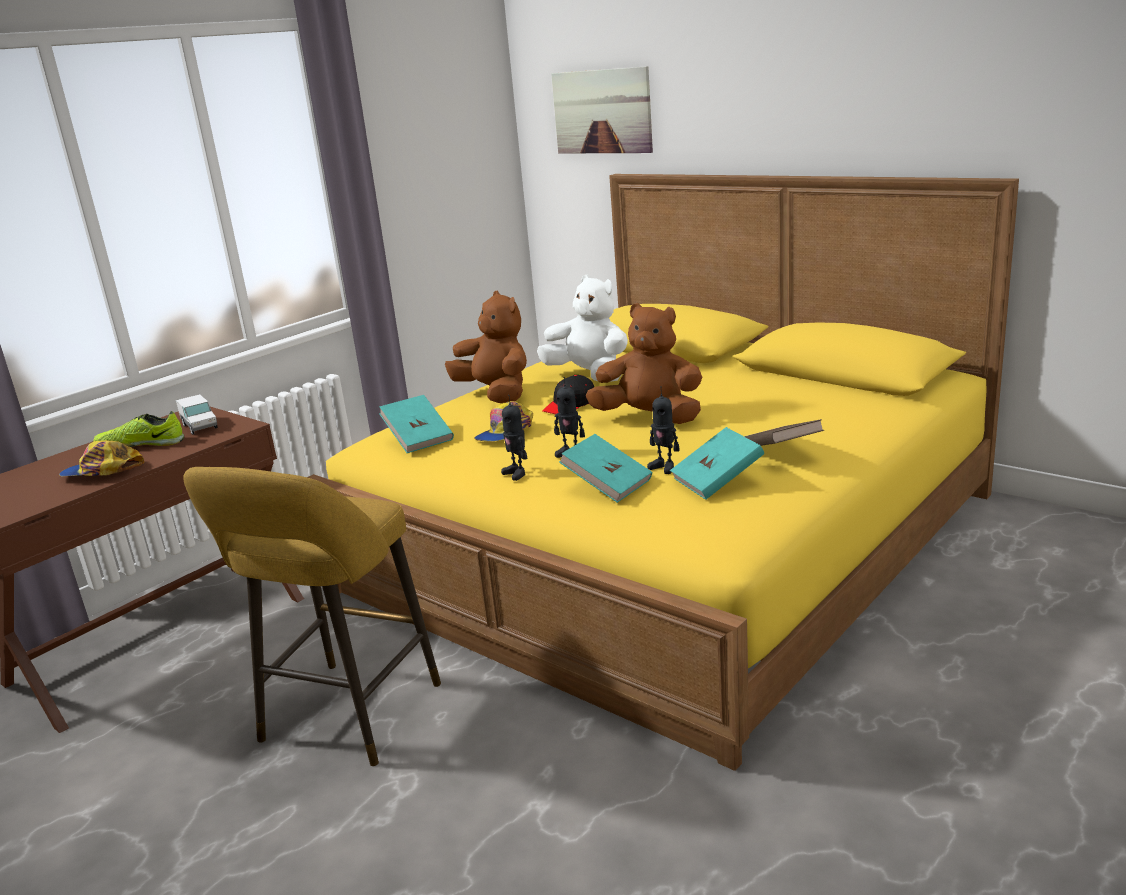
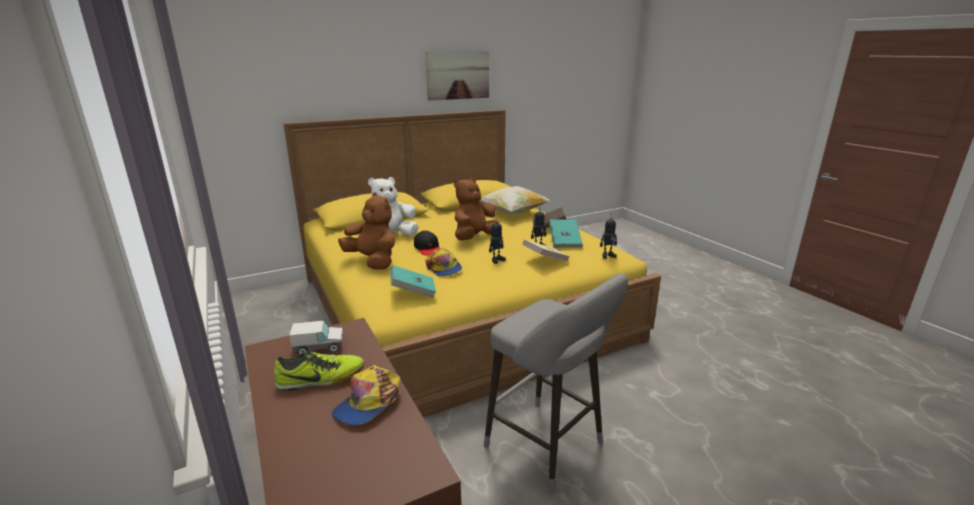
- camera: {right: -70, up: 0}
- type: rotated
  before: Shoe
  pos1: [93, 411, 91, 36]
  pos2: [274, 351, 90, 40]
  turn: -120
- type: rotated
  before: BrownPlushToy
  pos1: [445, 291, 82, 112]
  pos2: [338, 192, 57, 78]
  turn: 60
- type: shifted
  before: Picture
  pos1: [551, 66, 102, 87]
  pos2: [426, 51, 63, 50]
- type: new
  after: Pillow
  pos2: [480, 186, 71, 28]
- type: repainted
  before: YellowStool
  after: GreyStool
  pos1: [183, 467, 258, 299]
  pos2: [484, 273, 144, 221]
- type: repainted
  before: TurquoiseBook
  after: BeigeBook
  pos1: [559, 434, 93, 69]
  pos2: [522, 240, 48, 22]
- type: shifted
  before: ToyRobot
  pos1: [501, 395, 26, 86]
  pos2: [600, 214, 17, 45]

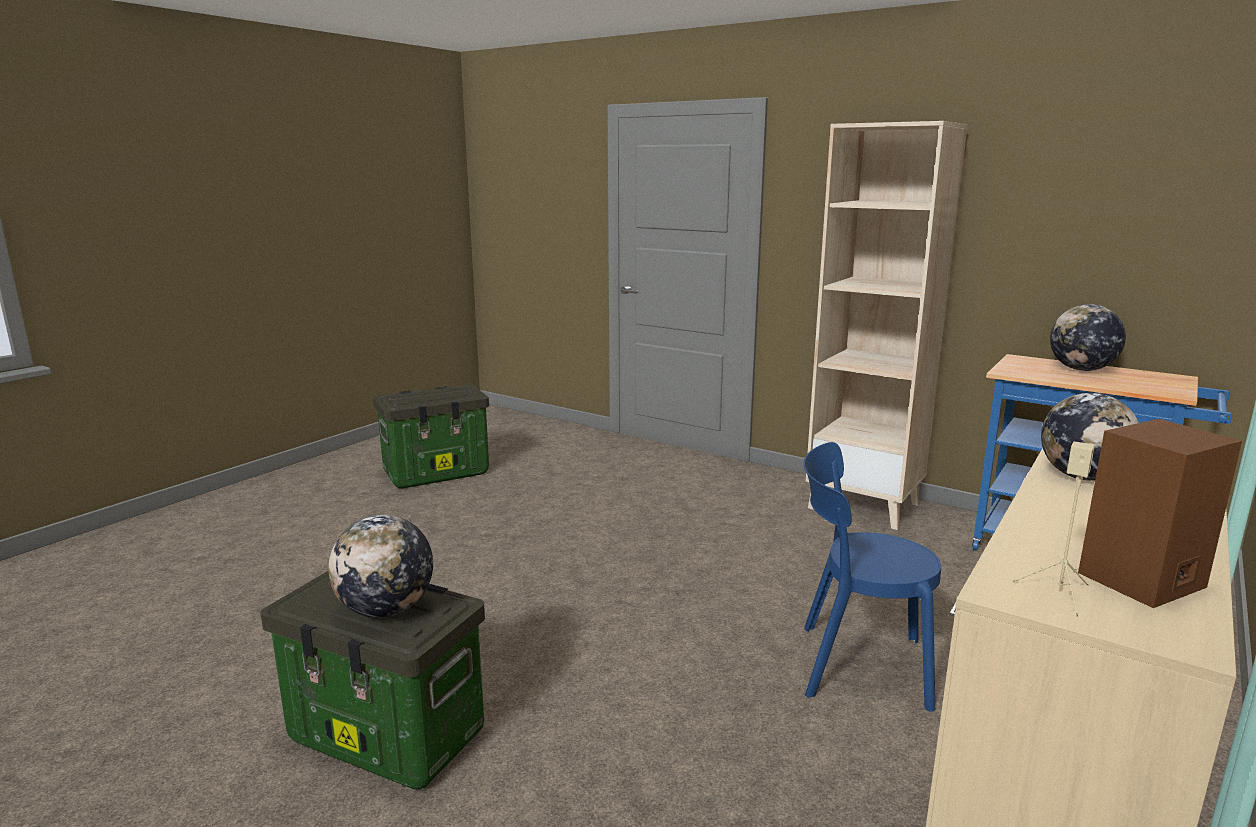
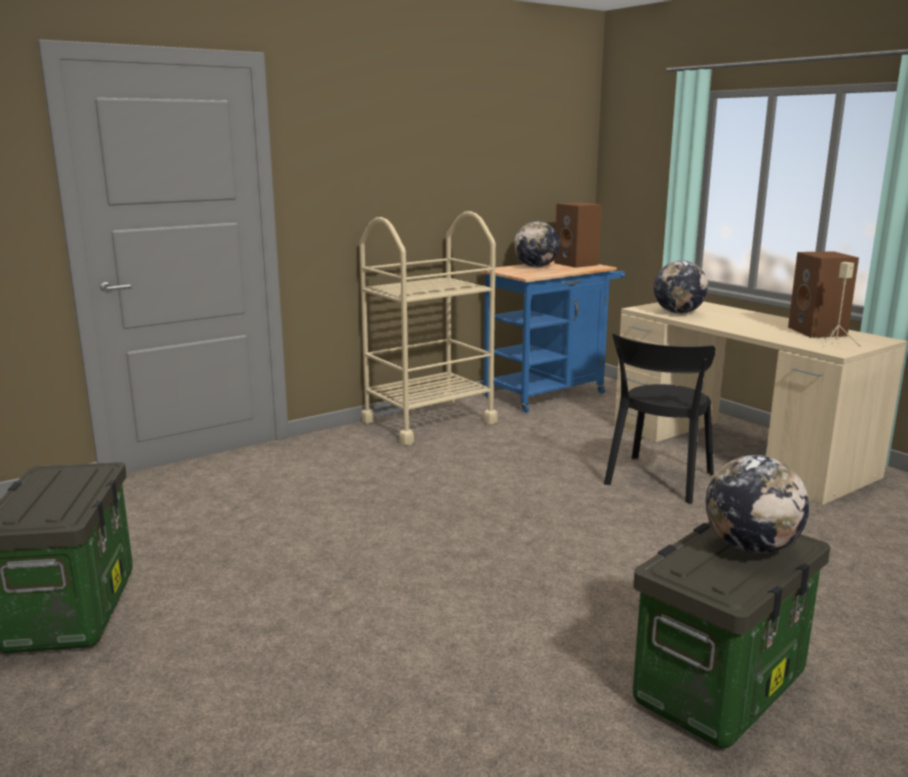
- camera: {right: -70, up: 0}
- type: swapped
  before: BeigeBookcase
  after: BeigeCart
  pos1: [806, 121, 162, 409]
  pos2: [359, 211, 139, 234]
- type: new
  after: BrownSpeaker
  pos2: [554, 202, 48, 66]
- type: repainted
  before: BlueChair
  after: BlackChair
  pos1: [803, 442, 138, 270]
  pos2: [604, 333, 112, 171]

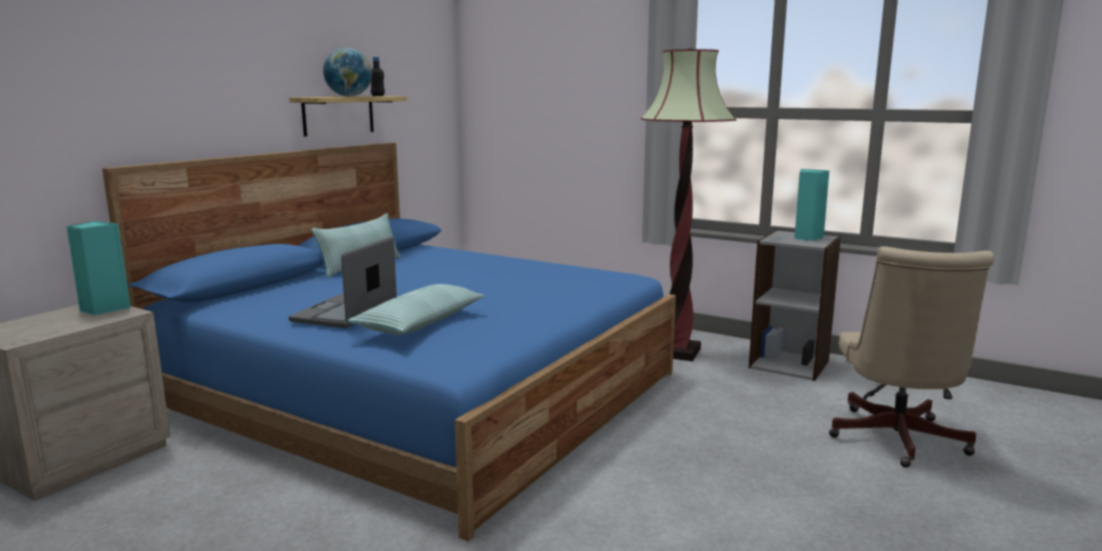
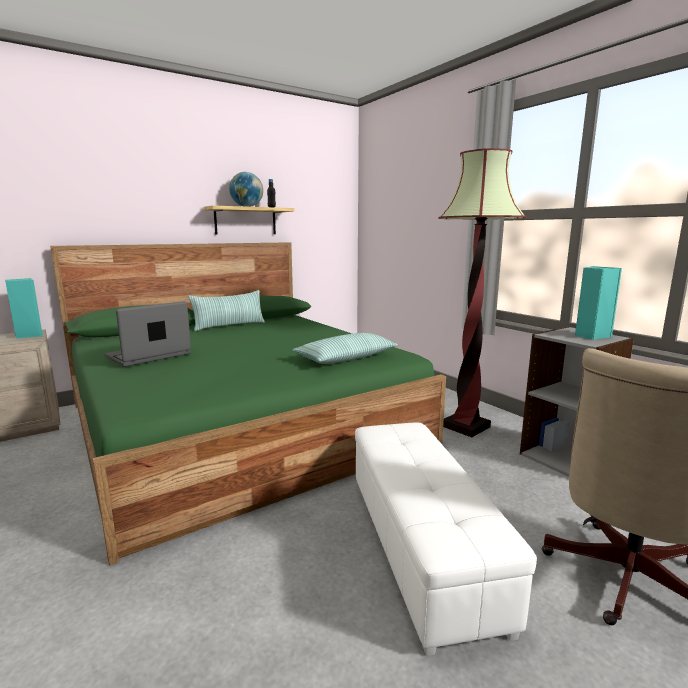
- camera: {right: 25, up: 0}
- type: repainted
  before: BlueBed
  after: GreenBed
  pos1: [102, 143, 574, 398]
  pos2: [50, 242, 396, 324]
- type: shifted
  before: Pillow
  pos1: [348, 284, 137, 51]
  pos2: [293, 333, 105, 31]
- type: new
  after: WhiteOttoman
  pos2: [355, 422, 182, 234]

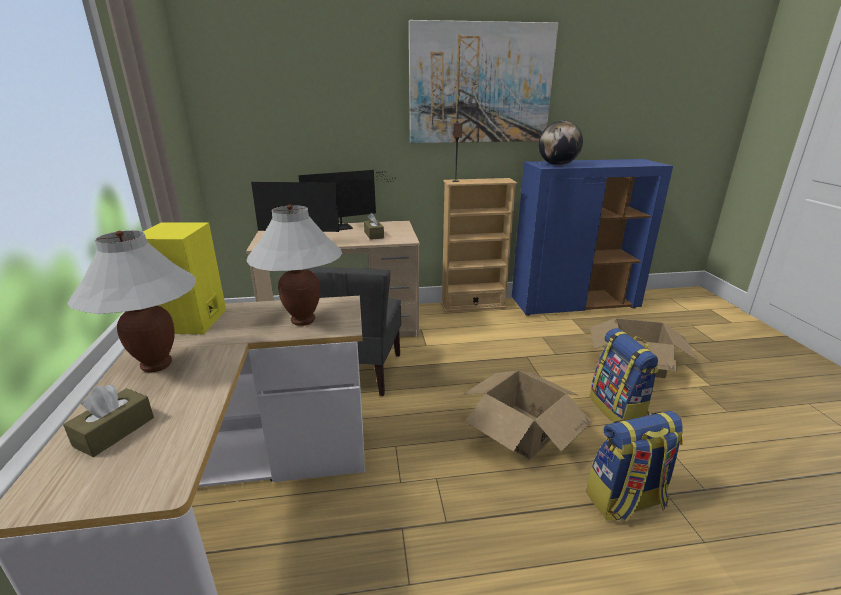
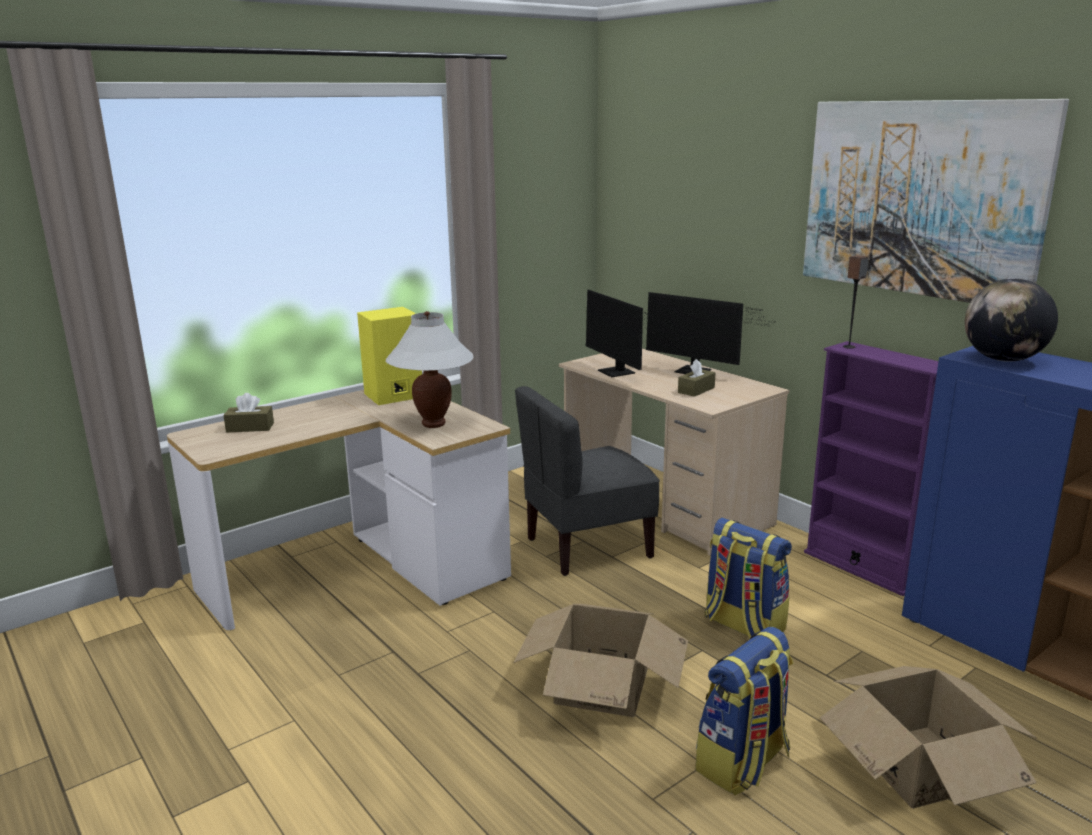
- camera: {right: 60, up: -5}
- type: shifted
  before: Backpack
  pos1: [586, 411, 98, 110]
  pos2: [704, 517, 88, 121]
- type: repainted
  before: BeigeBookcase
  after: PurpleBookcase
  pos1: [441, 178, 76, 134]
  pos2: [804, 341, 135, 255]
- type: gone
  before: WhiteTableLamp
  pos1: [67, 230, 129, 142]

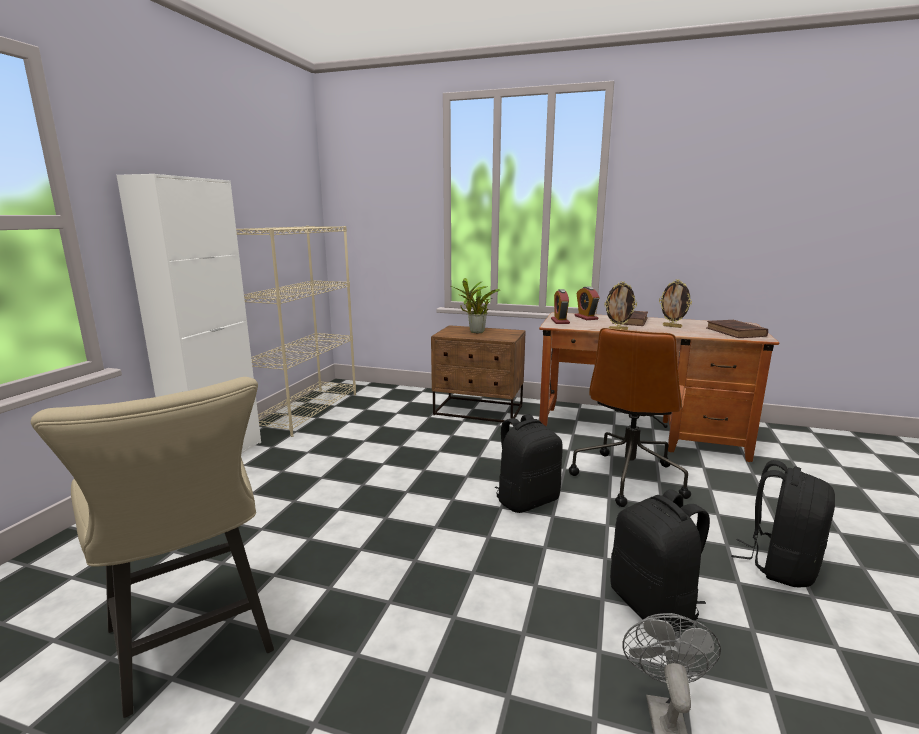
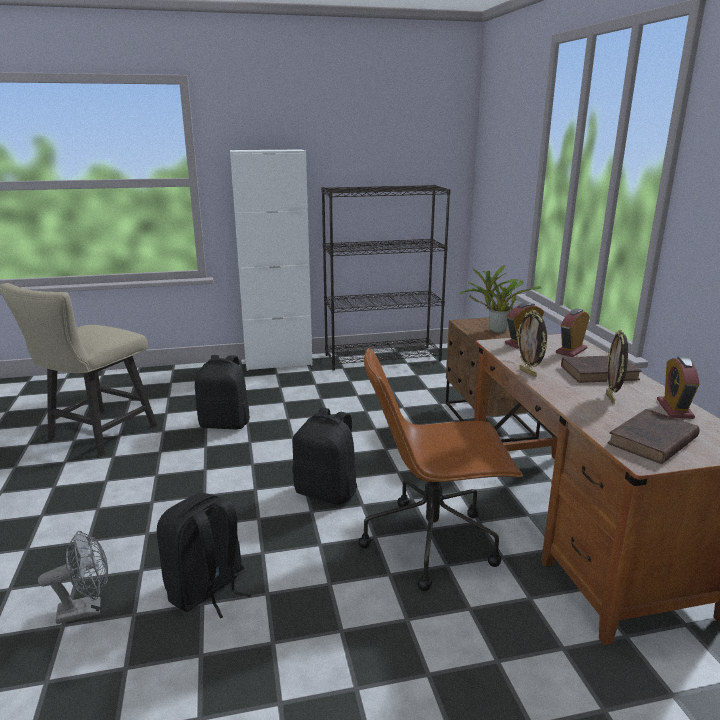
- camera: {right: 60, up: 5}
- type: shifted
  before: BlackBackpack
  pos1: [731, 460, 104, 128]
  pos2: [195, 355, 55, 75]
- type: repainted
  before: BeigeBookcase
  after: BlackBookcase
  pos1: [236, 226, 120, 211]
  pos2: [321, 185, 130, 186]
- type: new
  after: AlarmClock
  pos2: [657, 356, 43, 63]

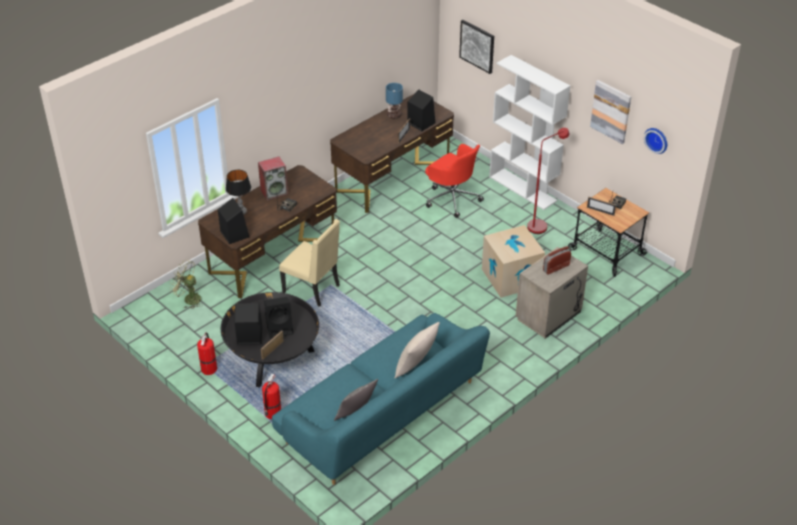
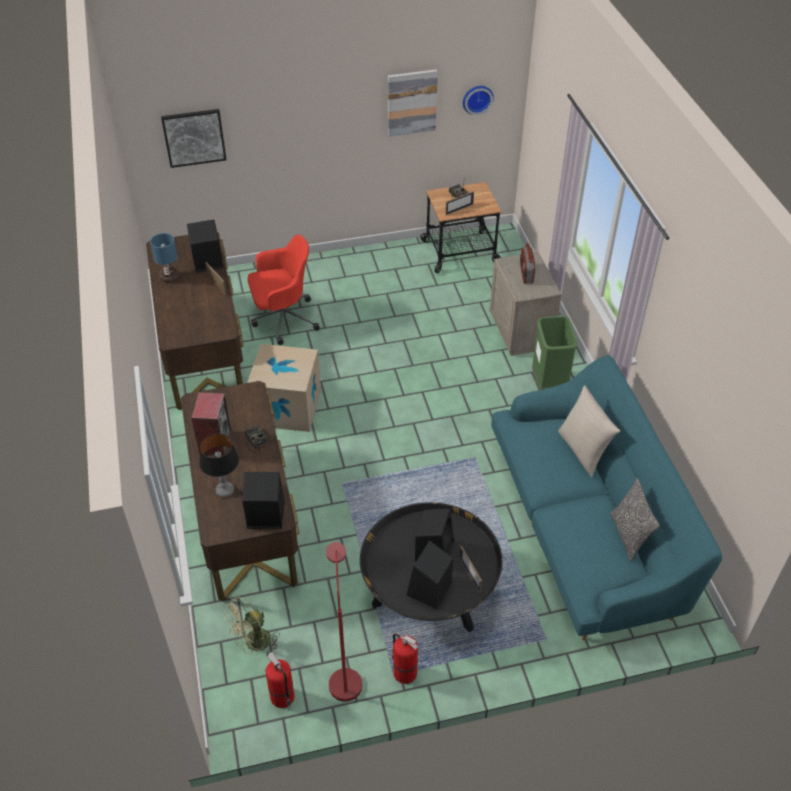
- camera: {right: -60, up: 5}
- type: shifted
  before: CardboardBox
  pos1: [482, 225, 63, 73]
  pos2: [247, 344, 74, 88]
- type: shifted
  before: FireExtinguisher
  pos1: [262, 374, 19, 45]
  pos2: [266, 652, 29, 56]
- type: shifted
  before: RedFloorLamp
  pos1: [527, 128, 42, 106]
  pos2: [326, 542, 36, 160]
- type: new
  after: GreenTrashCan
  pos2: [532, 316, 46, 74]
- type: gone
  before: BeigeChair
  pos1: [279, 219, 61, 88]
- type: gone
  before: WhiteBookcase
  pos1: [489, 55, 81, 155]

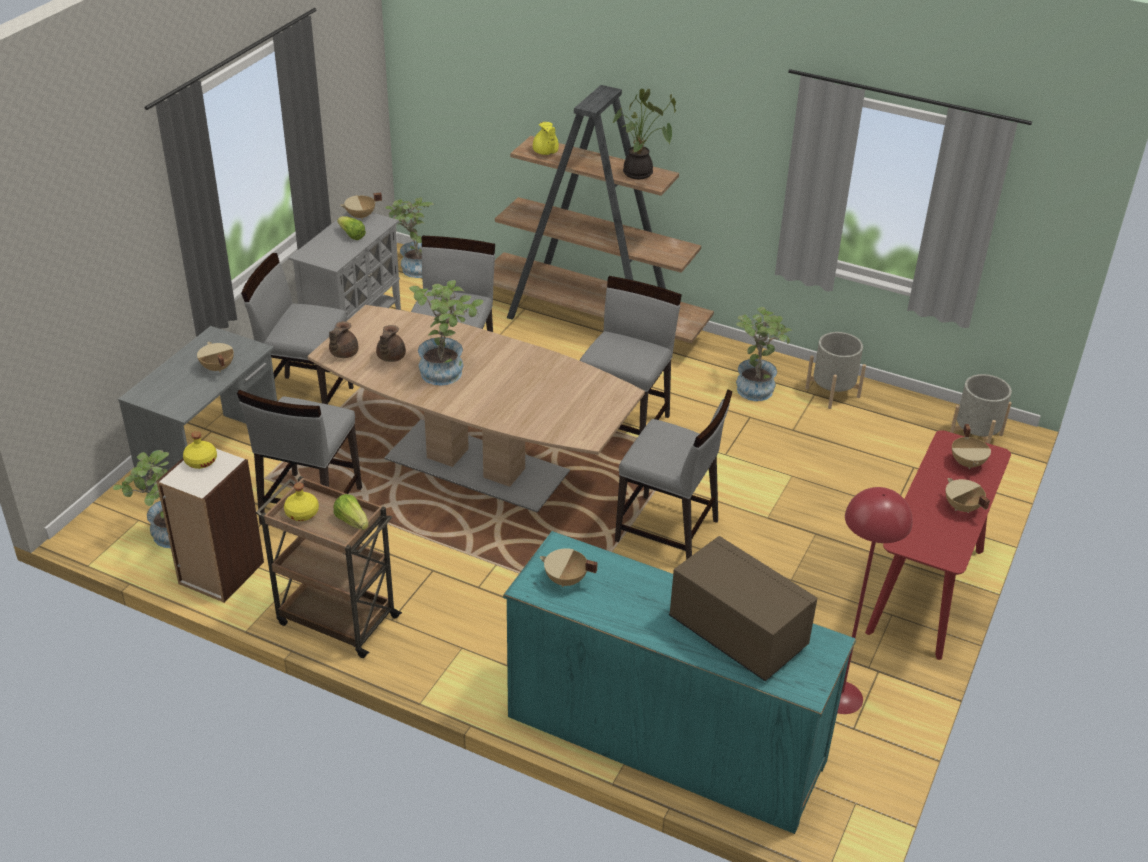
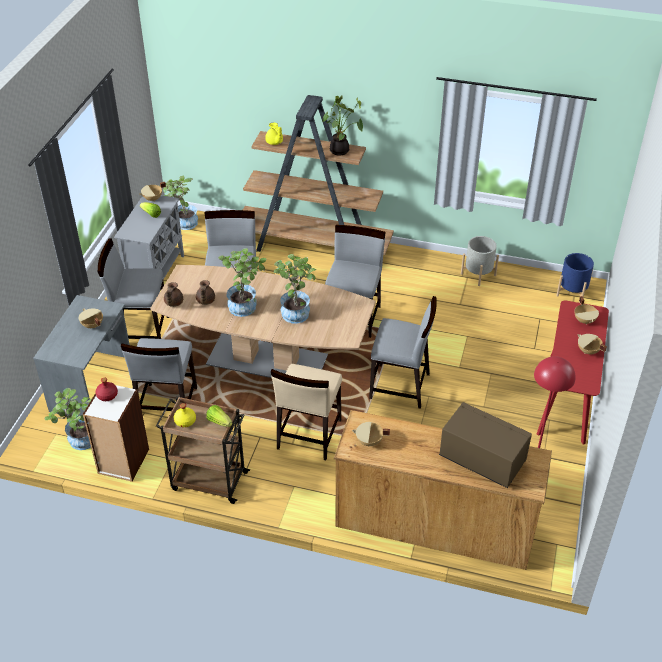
- camera: {right: -10, up: 5}
- type: repainted
  before: YellowBottle
  after: RedBottle
  pos1: [183, 431, 34, 38]
  pos2: [95, 378, 23, 23]
- type: new
  after: BeigeChair
  pos2: [271, 364, 71, 96]
- type: shifted
  before: PottedPlant
  pos1: [736, 307, 56, 94]
  pos2: [274, 254, 42, 70]
- type: repainted
  before: TurquoiseDresser
  after: BrownDresser
  pos1: [503, 531, 353, 303]
  pos2: [334, 410, 218, 160]
- type: repainted
  before: GreyPlanter
  after: BluePlanter
  pos1: [950, 374, 62, 70]
  pos2: [556, 253, 38, 44]

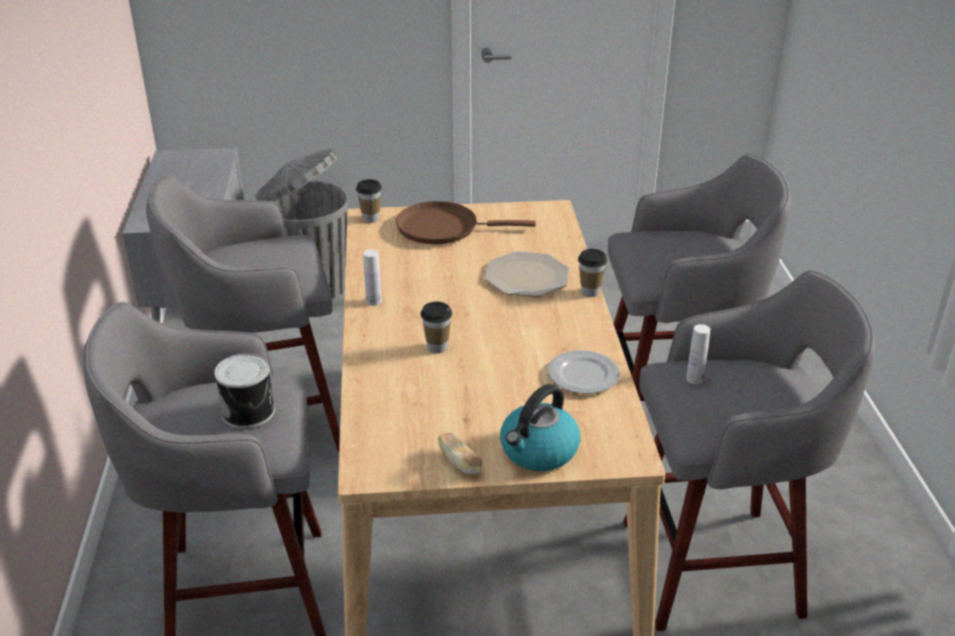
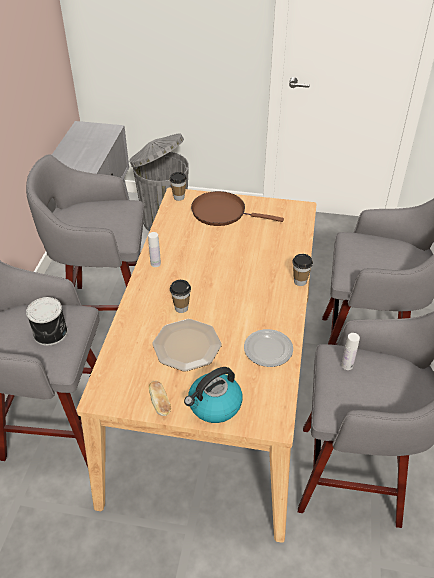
- camera: {right: 15, up: 10}
- type: shifted
  before: Plate
  pos1: [484, 251, 86, 46]
  pos2: [152, 319, 70, 52]

